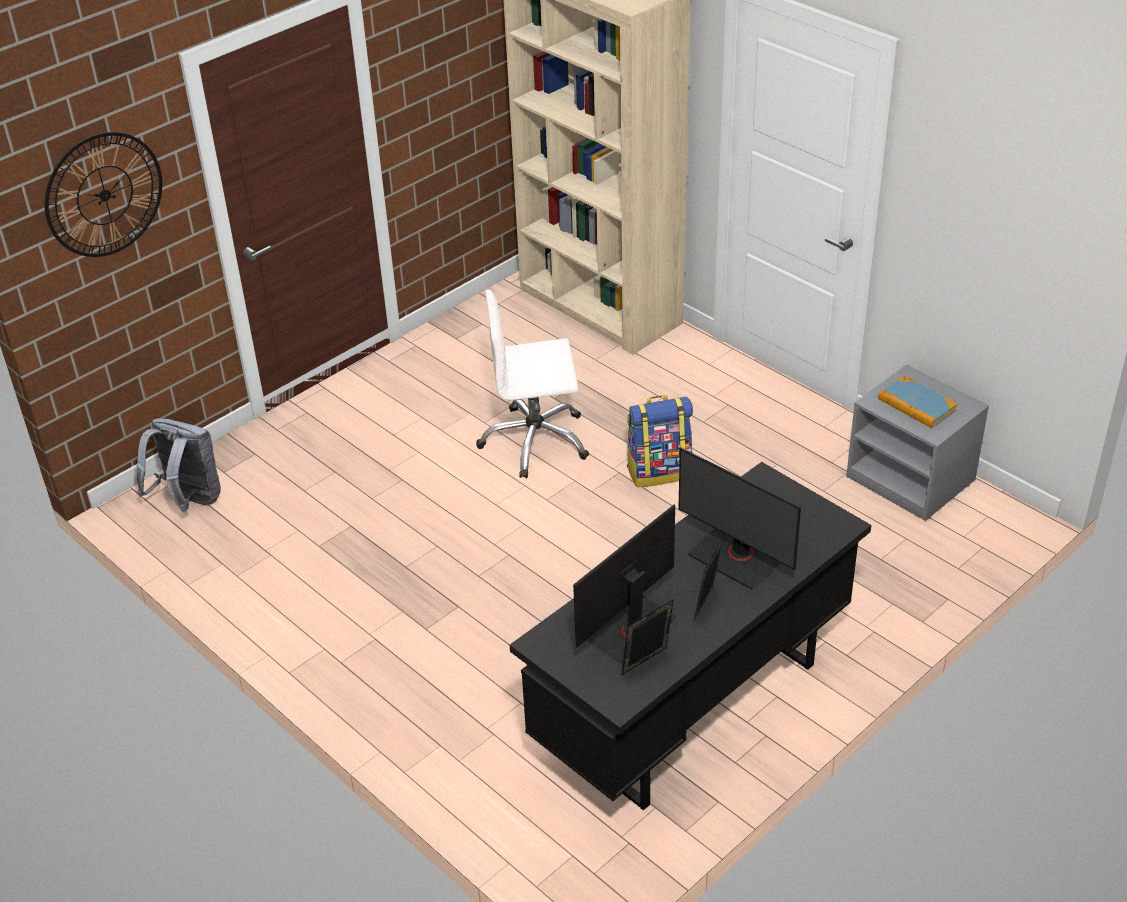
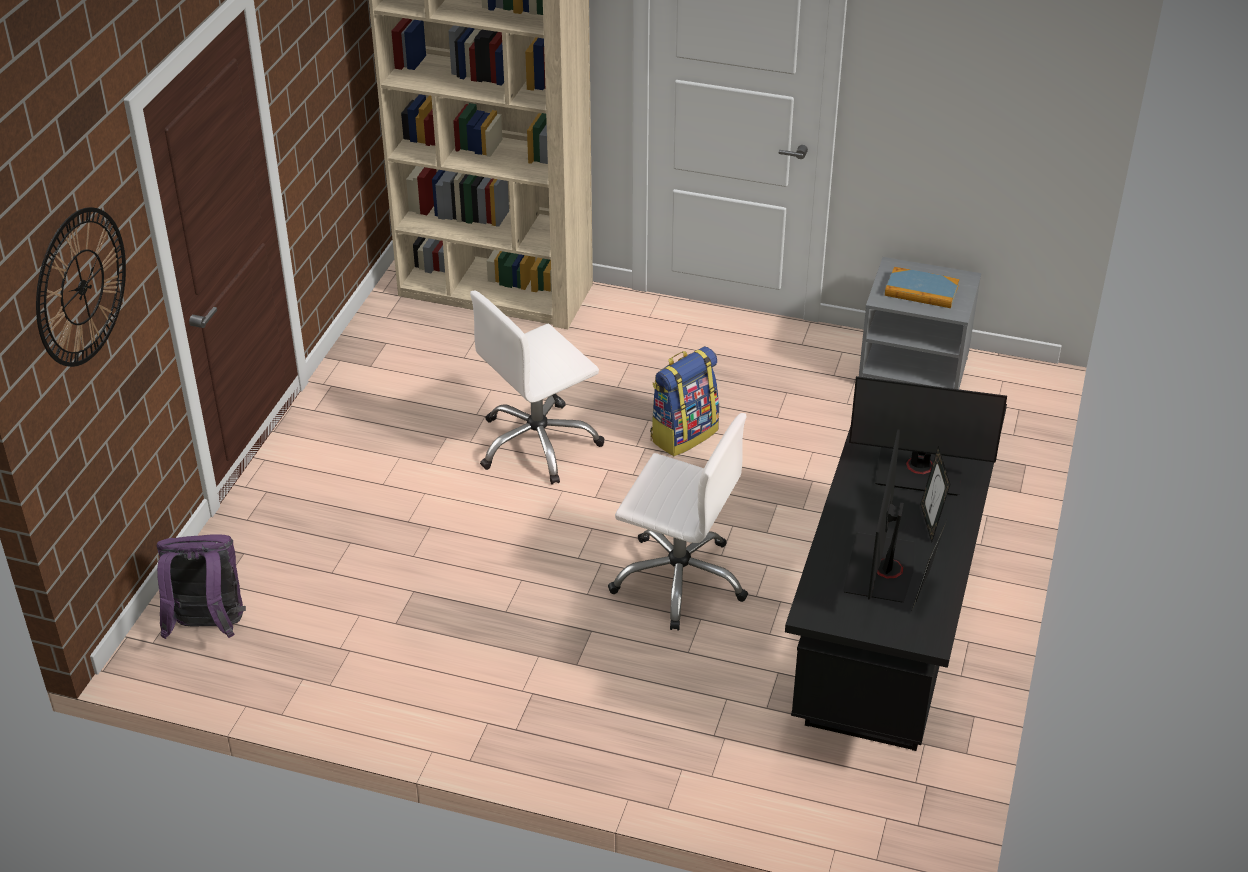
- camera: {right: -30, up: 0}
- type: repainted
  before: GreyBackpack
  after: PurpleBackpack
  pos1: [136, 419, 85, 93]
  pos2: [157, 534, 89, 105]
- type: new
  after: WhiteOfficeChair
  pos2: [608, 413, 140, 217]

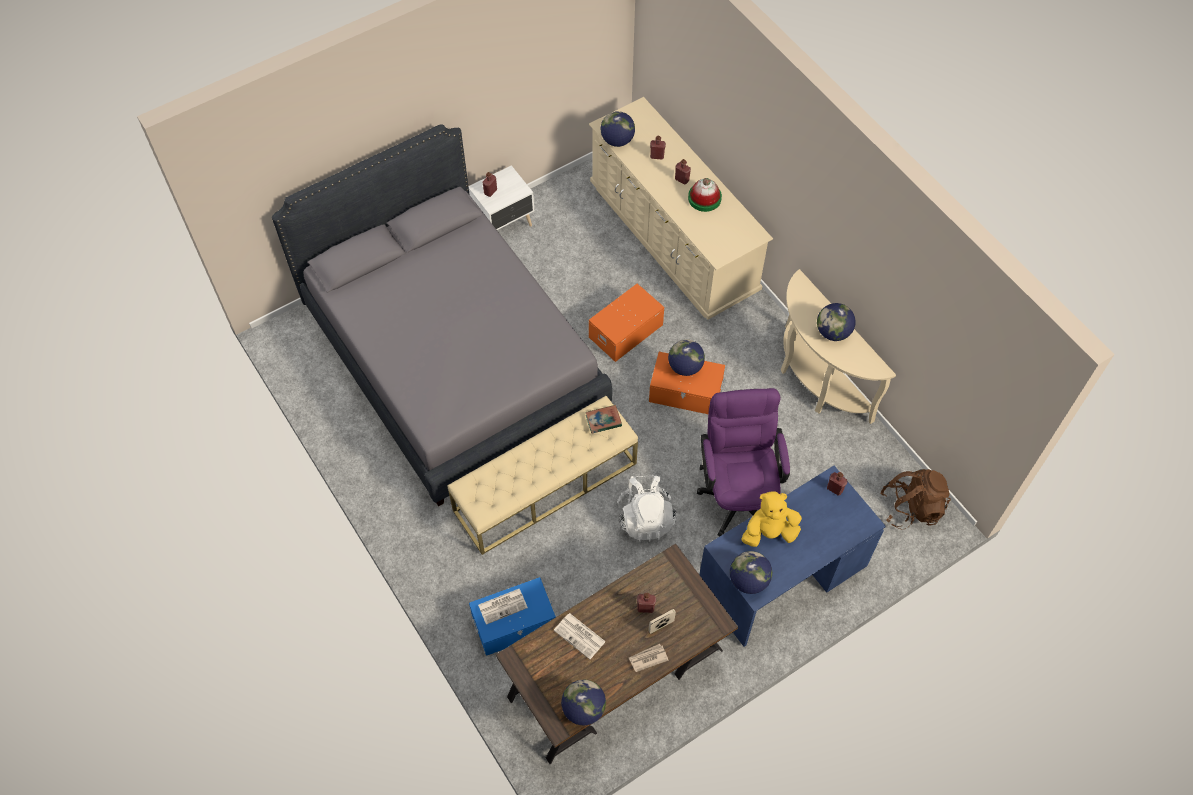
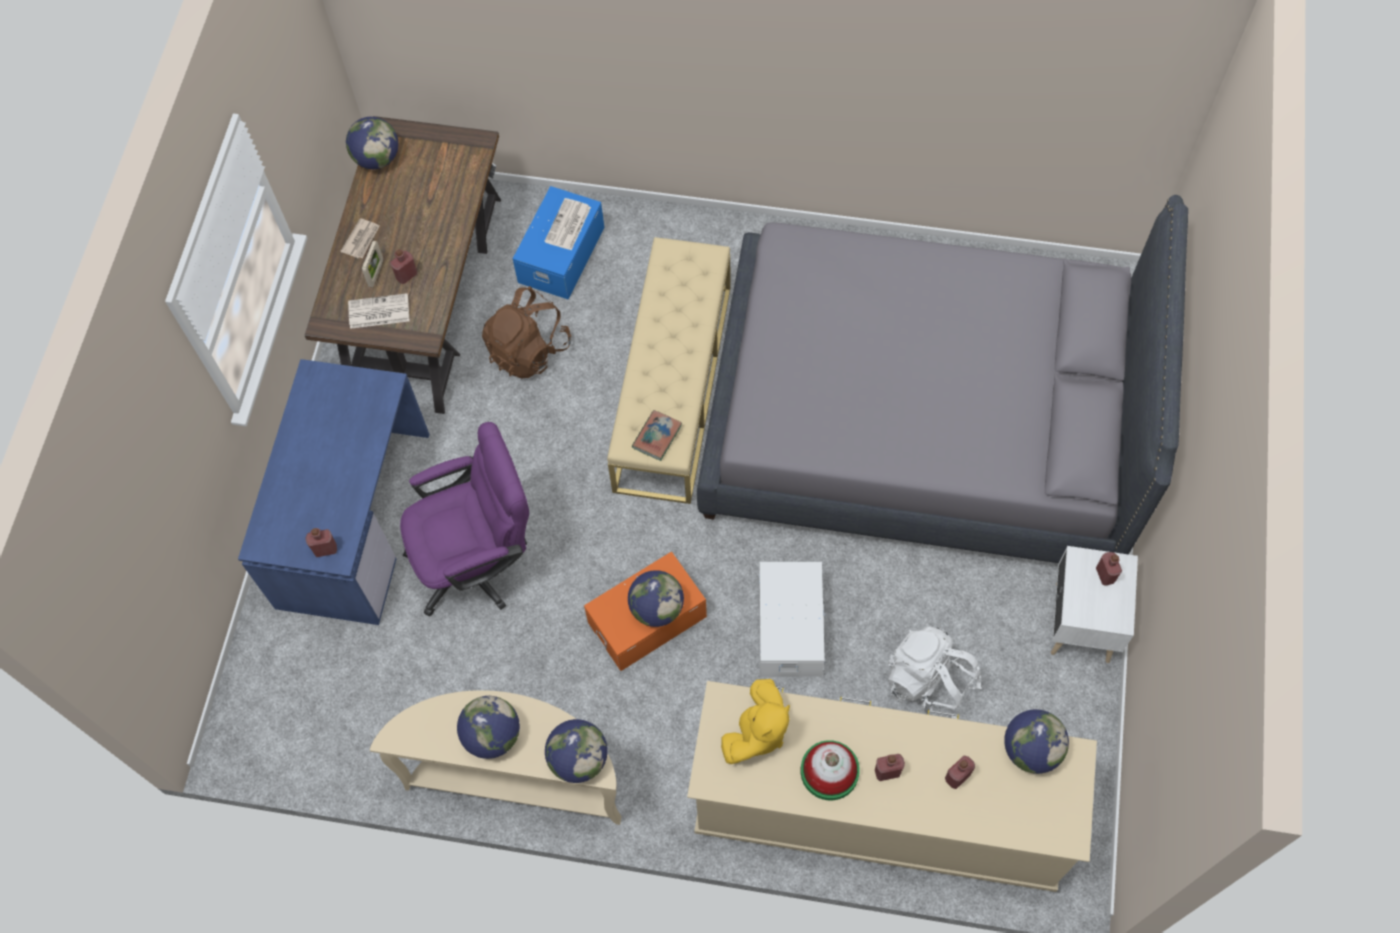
- camera: {right: 135, up: 5}
- type: shifted
  before: Newspaper
  pos1: [554, 613, 52, 46]
  pos2: [348, 293, 61, 36]
- type: rotated
  before: PurpleOfficeChair
  pos1: [697, 388, 93, 148]
  pos2: [400, 422, 129, 195]
  turn: -60
- type: shifted
  before: BrownBackpack
  pos1: [881, 469, 70, 61]
  pos2: [482, 286, 89, 93]
- type: shifted
  before: Globe
  pos1: [730, 551, 42, 43]
  pos2: [545, 719, 63, 64]
- type: shifted
  before: YellowPlushToy
  pos1: [741, 491, 61, 56]
  pos2: [721, 679, 69, 85]
- type: repainted
  before: OrangeStorageBox
  after: WhiteStorageBox
  pos1: [589, 284, 75, 78]
  pos2: [759, 562, 67, 115]
- type: shifted
  before: WhiteBackpack
  pos1: [617, 475, 59, 66]
  pos2: [887, 626, 95, 93]

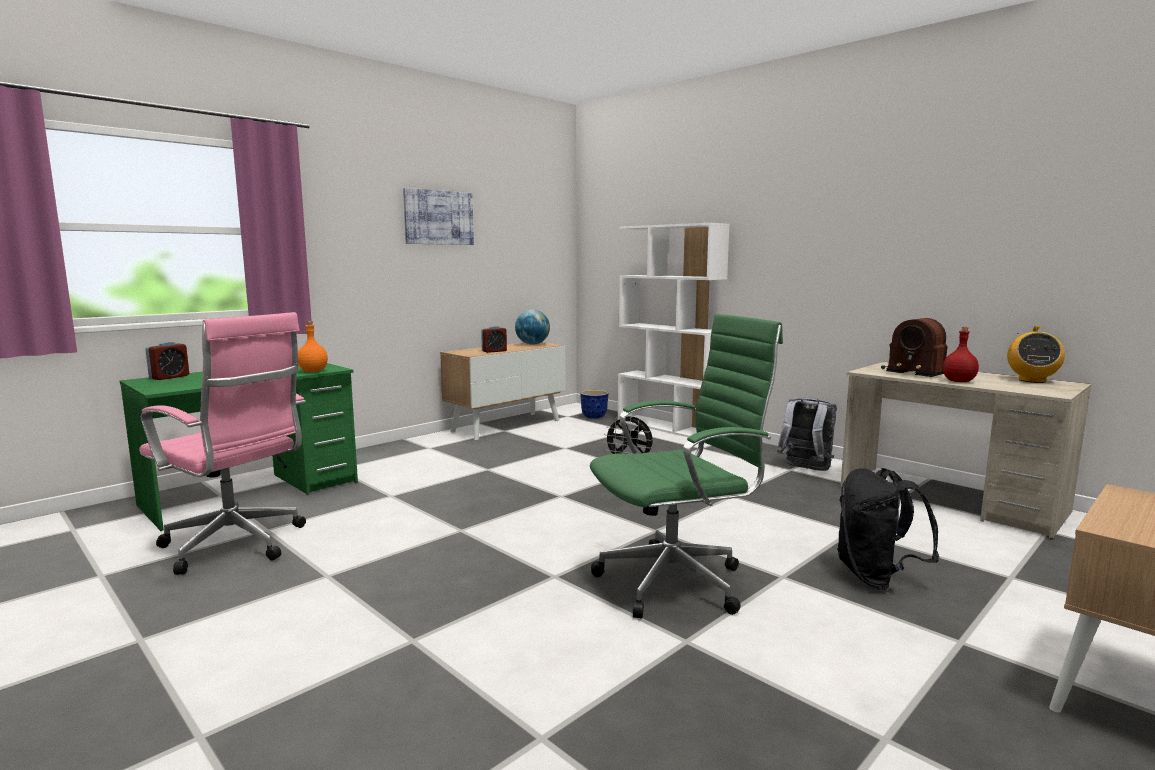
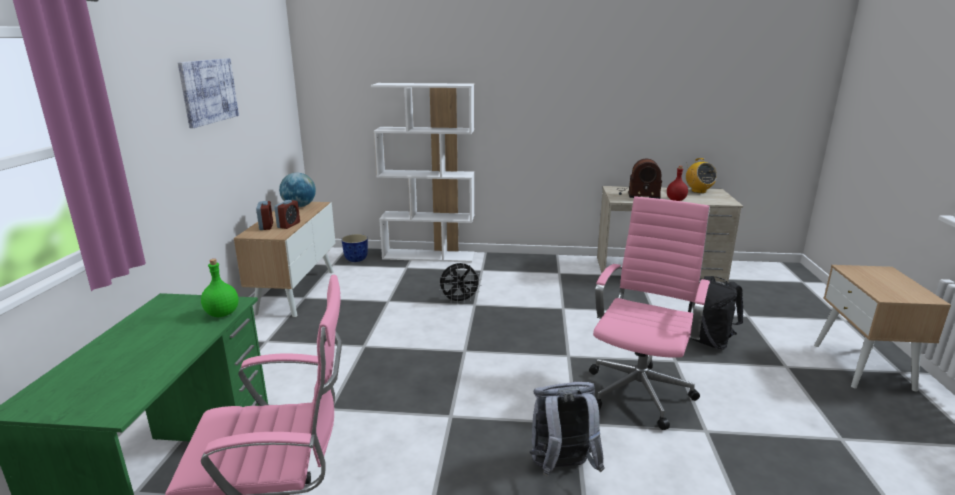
- camera: {right: -40, up: 10}
- type: repainted
  before: OrangeBottle
  after: GreenBottle
  pos1: [298, 321, 30, 51]
  pos2: [201, 259, 37, 58]
- type: shifted
  before: AlarmClock
  pos1: [145, 341, 44, 39]
  pos2: [256, 201, 17, 29]
- type: shifted
  before: GreyBackpack
  pos1: [777, 397, 60, 74]
  pos2: [529, 382, 76, 95]
- type: repainted
  before: GreenOfficeChair
  after: PinkOfficeChair
  pos1: [590, 314, 193, 305]
  pos2: [589, 196, 121, 234]

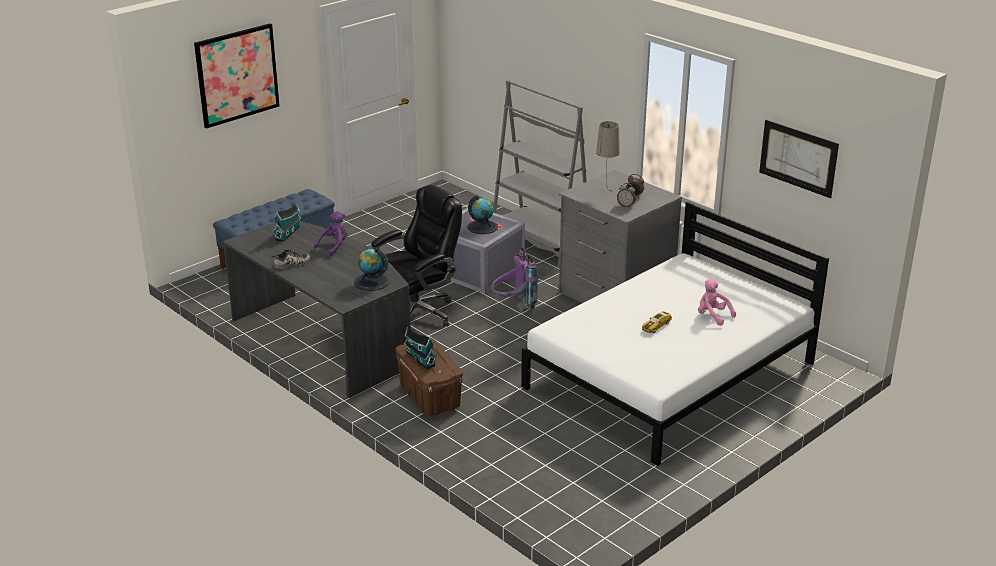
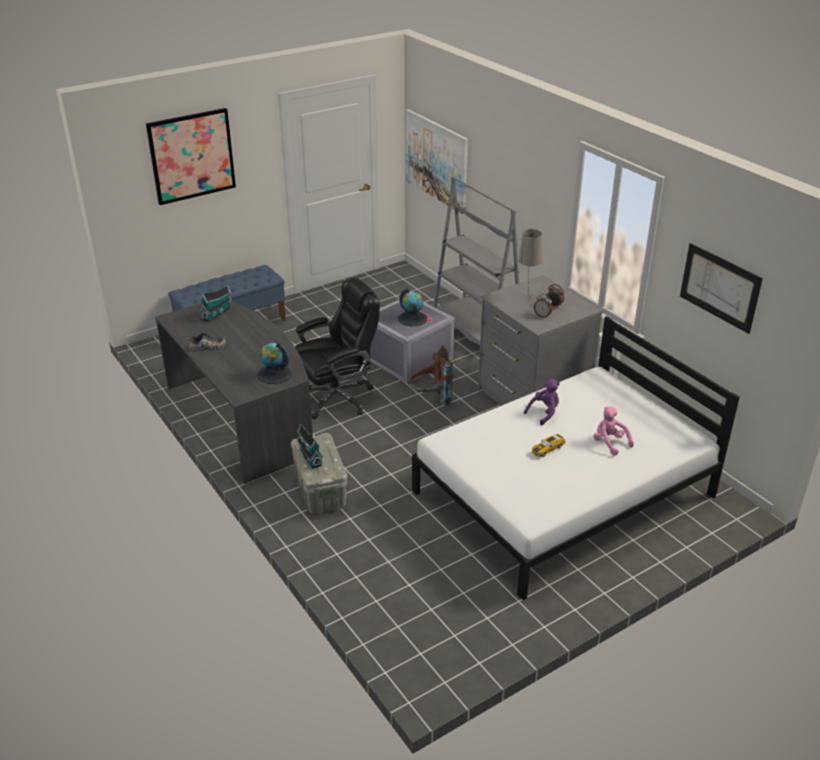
- camera: {right: 10, up: 5}
- type: repainted
  before: BrownStorageBox
  after: GreyStorageBox
  pos1: [395, 338, 68, 78]
  pos2: [291, 433, 56, 81]
- type: new
  after: Picture
  pos2: [406, 109, 62, 105]
- type: repainted
  before: PurpleBackpack
  after: BrownBackpack
  pos1: [491, 247, 47, 63]
  pos2: [409, 345, 45, 61]
- type: shifted
  before: PurplePlushToy
  pos1: [314, 211, 33, 45]
  pos2: [524, 379, 36, 46]

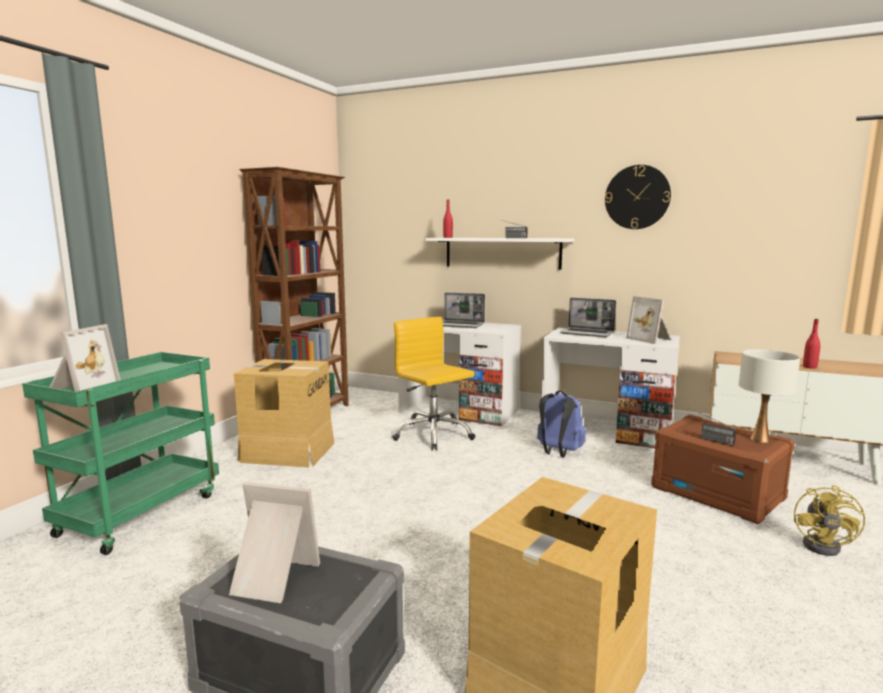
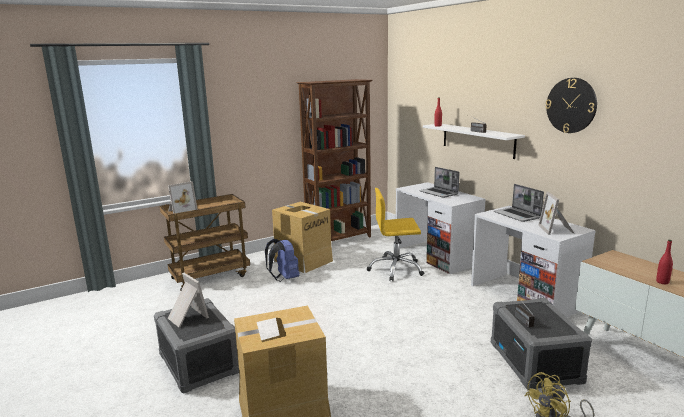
- camera: {right: 35, up: 5}
- type: repainted
  before: GreenCart
  after: BrownCart
  pos1: [22, 352, 197, 203]
  pos2: [160, 194, 90, 97]
- type: shifted
  before: BlueBackpack
  pos1: [537, 391, 49, 66]
  pos2: [265, 238, 35, 44]
- type: rotated
  before: YellowOfficeChair
  pos1: [392, 317, 83, 134]
  pos2: [367, 188, 57, 93]
  turn: -90
- type: repainted
  before: BrownStorageBox
  after: GreyStorageBox
  pos1: [651, 415, 144, 109]
  pos2: [491, 298, 101, 92]
- type: gone
  before: WhiteTableLamp
  pos1: [739, 349, 61, 94]

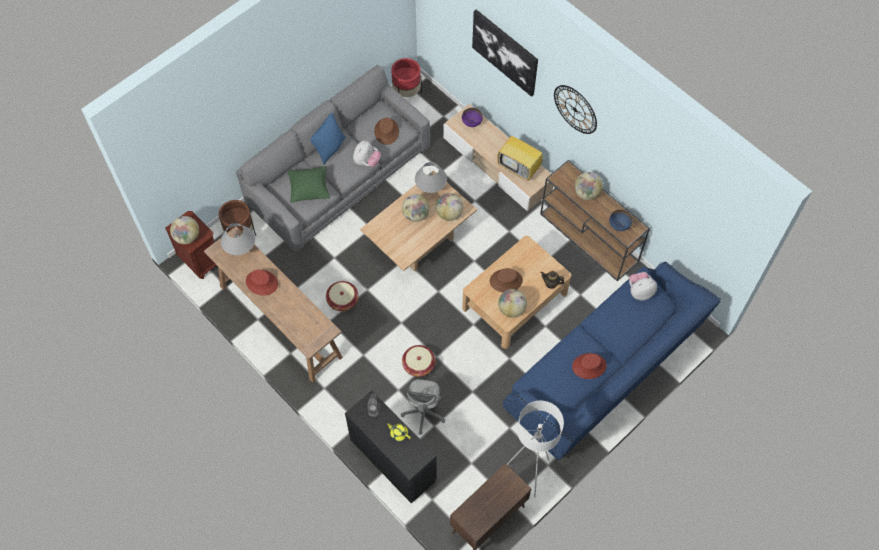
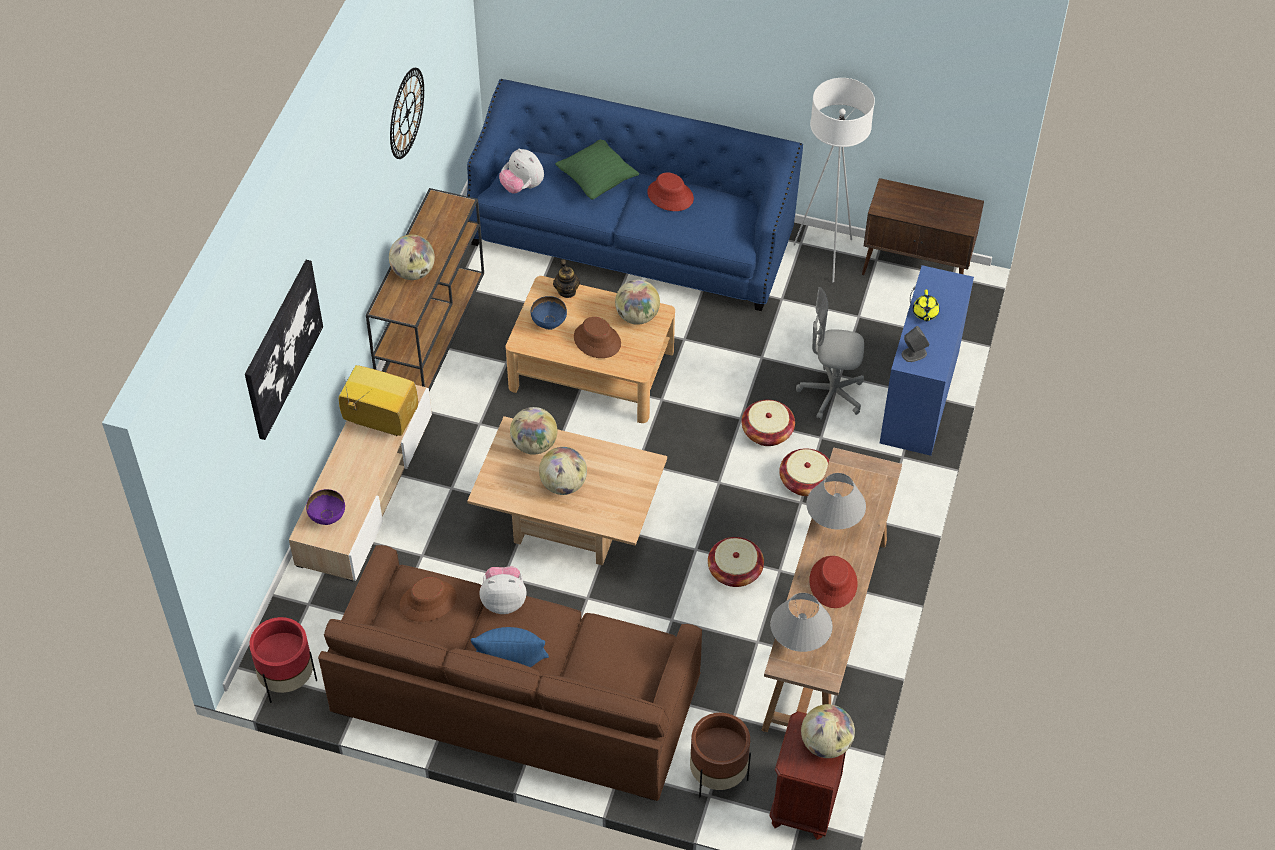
- camera: {right: -120, up: -10}
- type: repainted
  before: GreySofa
  after: BrownSofa
  pos1: [236, 65, 194, 187]
  pos2: [318, 545, 384, 256]
- type: rotated
  before: Television
  pos1: [497, 136, 46, 45]
  pos2: [339, 365, 79, 71]
  turn: -75
- type: shifted
  before: WallClock
  pos1: [554, 85, 43, 49]
  pos2: [390, 68, 34, 91]
- type: shifted
  before: BlueBowl
  pos1: [609, 210, 23, 21]
  pos2: [531, 296, 36, 34]
- type: shifted
  before: GreenPillow
  pos1: [288, 166, 42, 37]
  pos2: [555, 140, 84, 60]
- type: new
  after: Basket
  pos2: [779, 448, 50, 48]
- type: rotated
  before: GreyOfficeChair
  pos1: [401, 379, 45, 56]
  pos2: [796, 287, 68, 132]
  turn: -150
- type: shifted
  before: GreyTableLamp
  pos1: [415, 162, 32, 31]
  pos2: [806, 473, 60, 57]
- type: repainted
  before: BlackDesk
  after: BlueDesk
  pos1: [345, 390, 92, 114]
  pos2: [880, 265, 94, 191]

